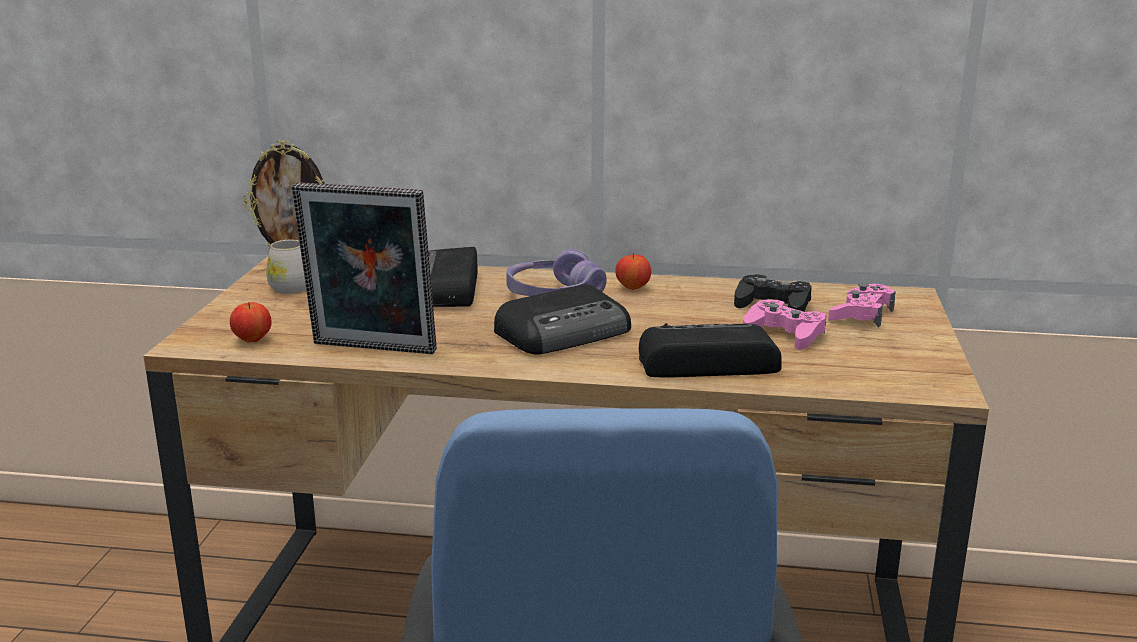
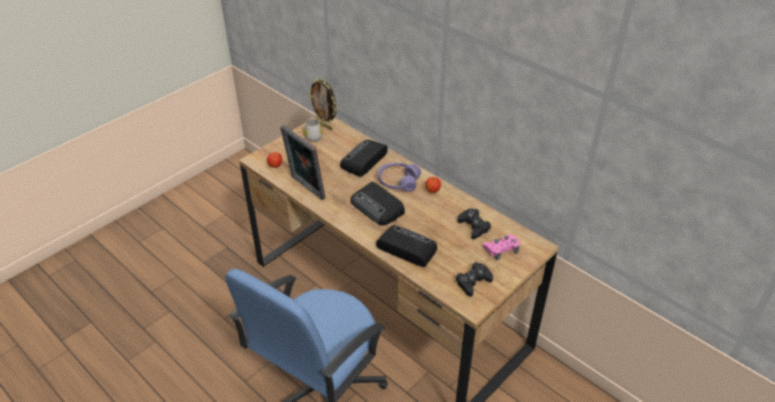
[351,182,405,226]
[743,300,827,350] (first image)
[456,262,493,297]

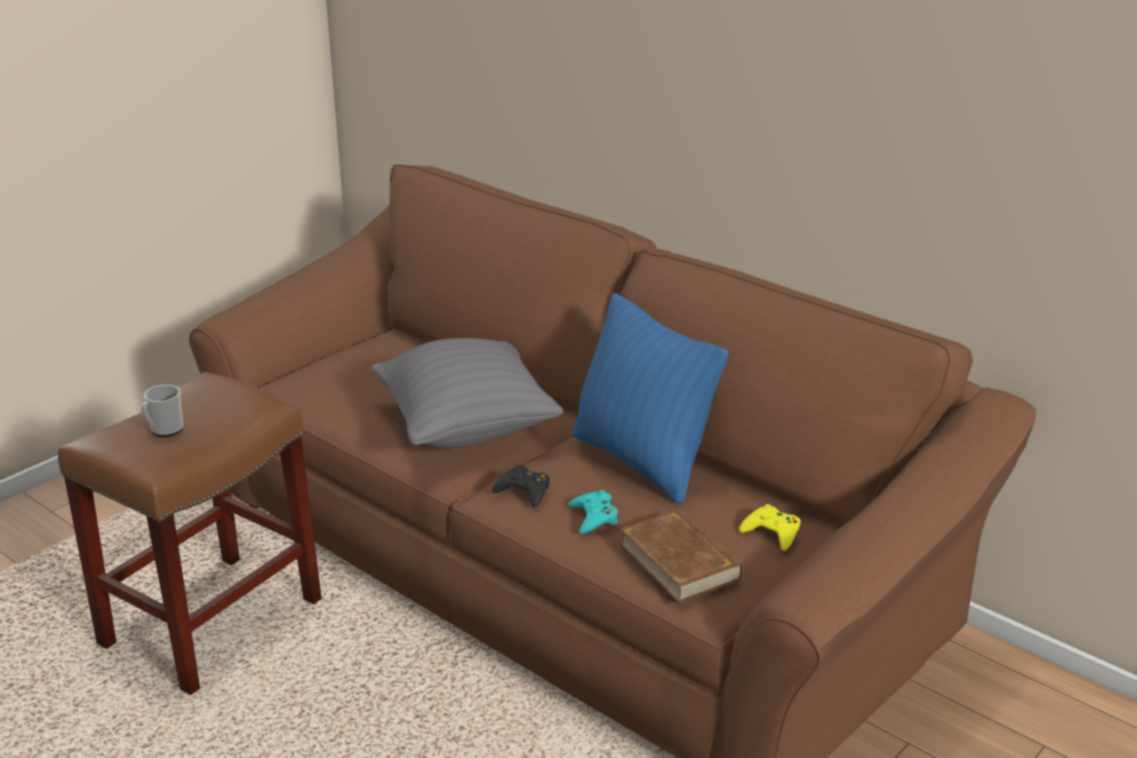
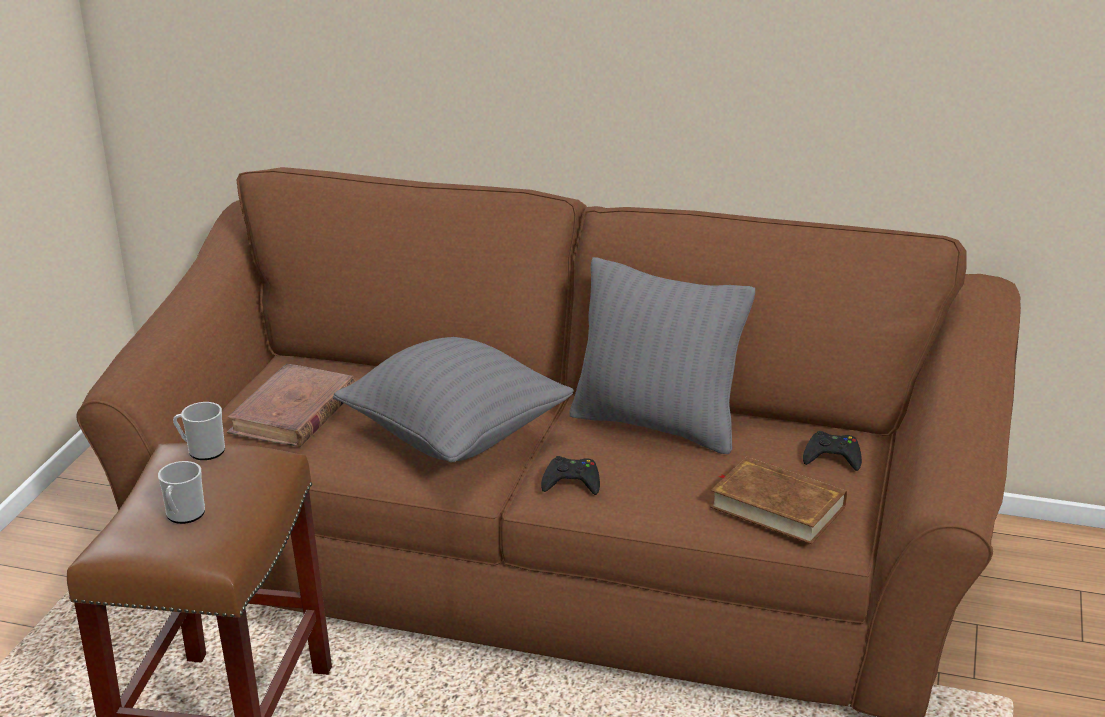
[568,490,618,534] (first image)
[569,257,755,454]
[803,431,862,471]
[173,402,225,460]
[227,363,356,447]

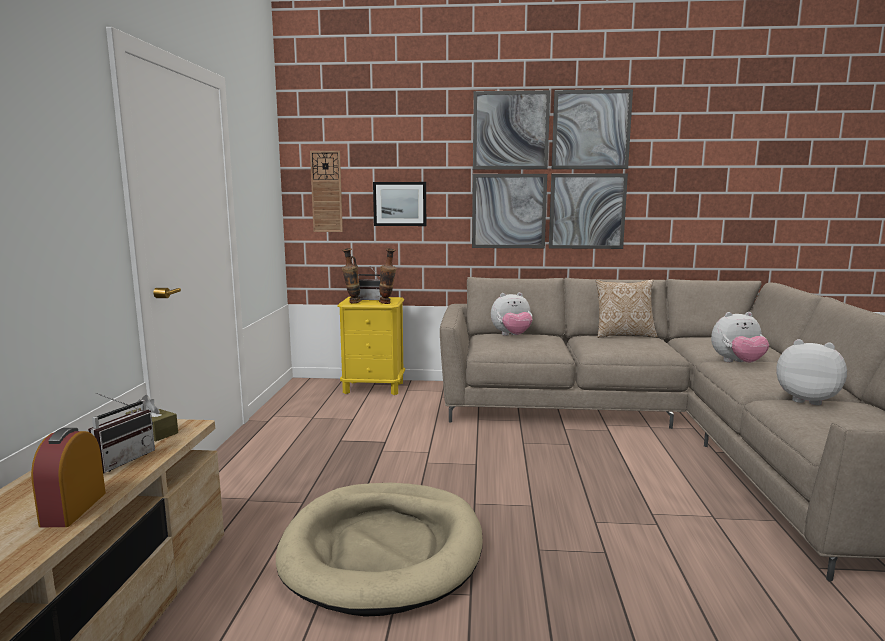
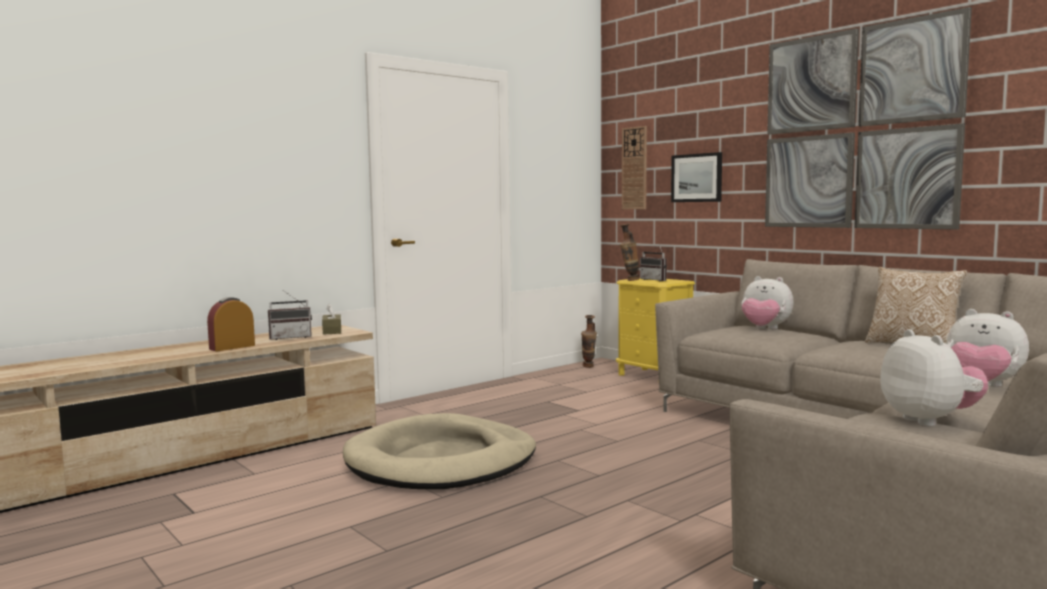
[581,315,597,368]

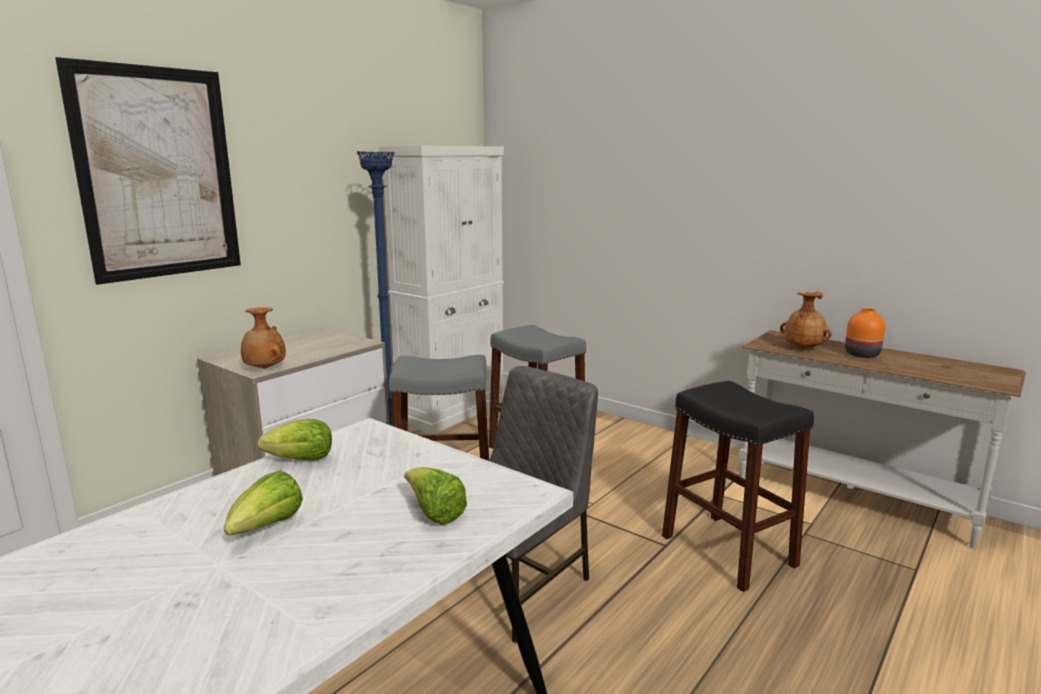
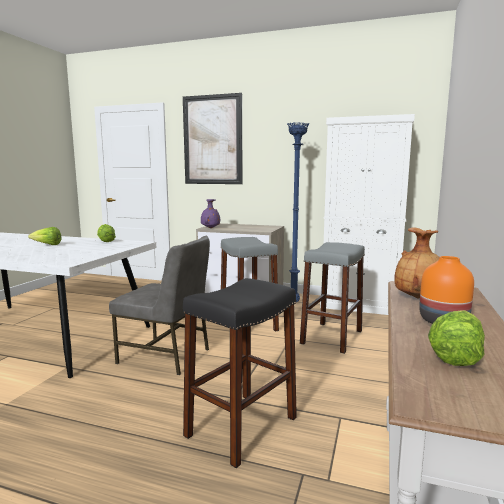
[201,199,220,228]
[428,310,485,366]

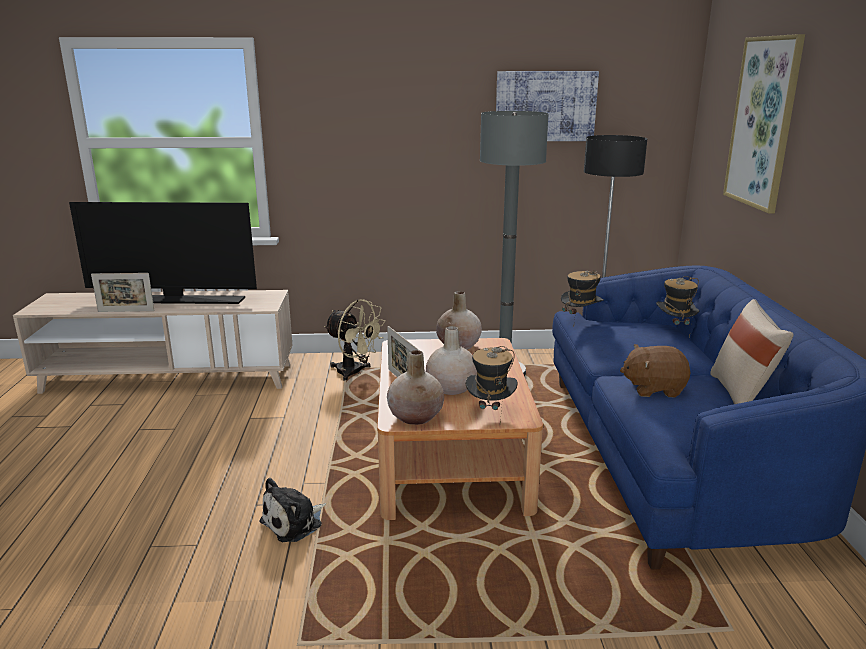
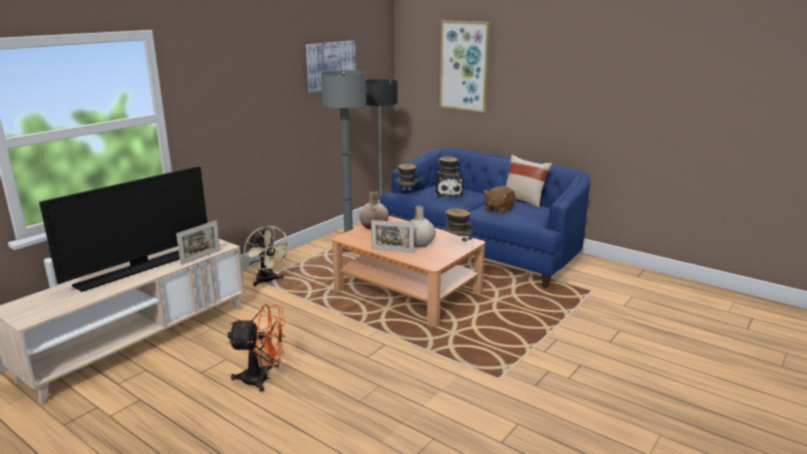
[176,220,220,265]
[435,175,464,198]
[244,226,291,286]
[387,350,444,425] (first image)
[227,304,285,392]

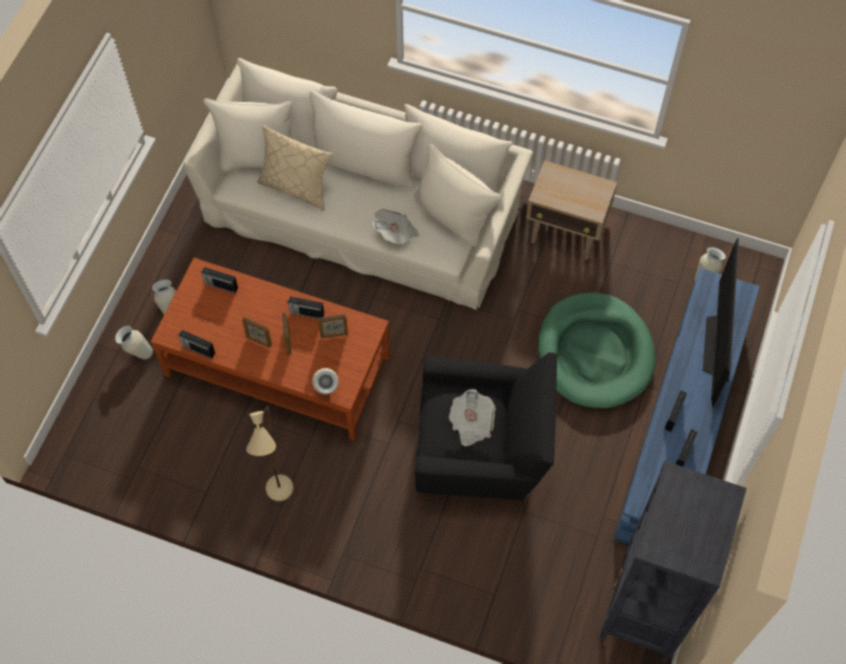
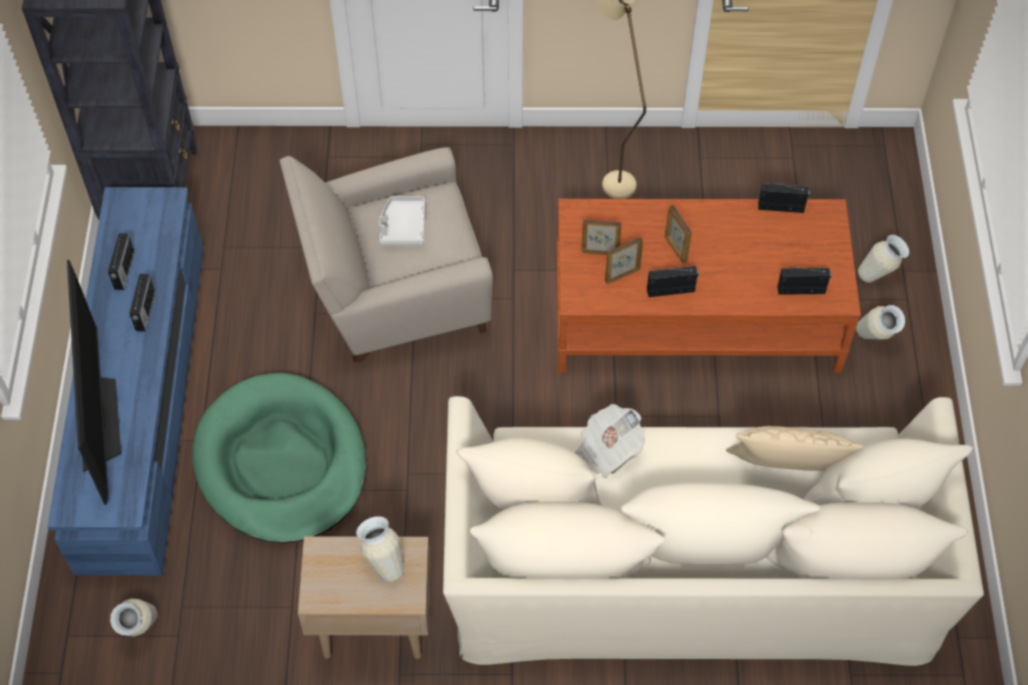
[582,220,622,255]
[356,516,404,582]
[279,147,493,363]
[379,196,425,246]

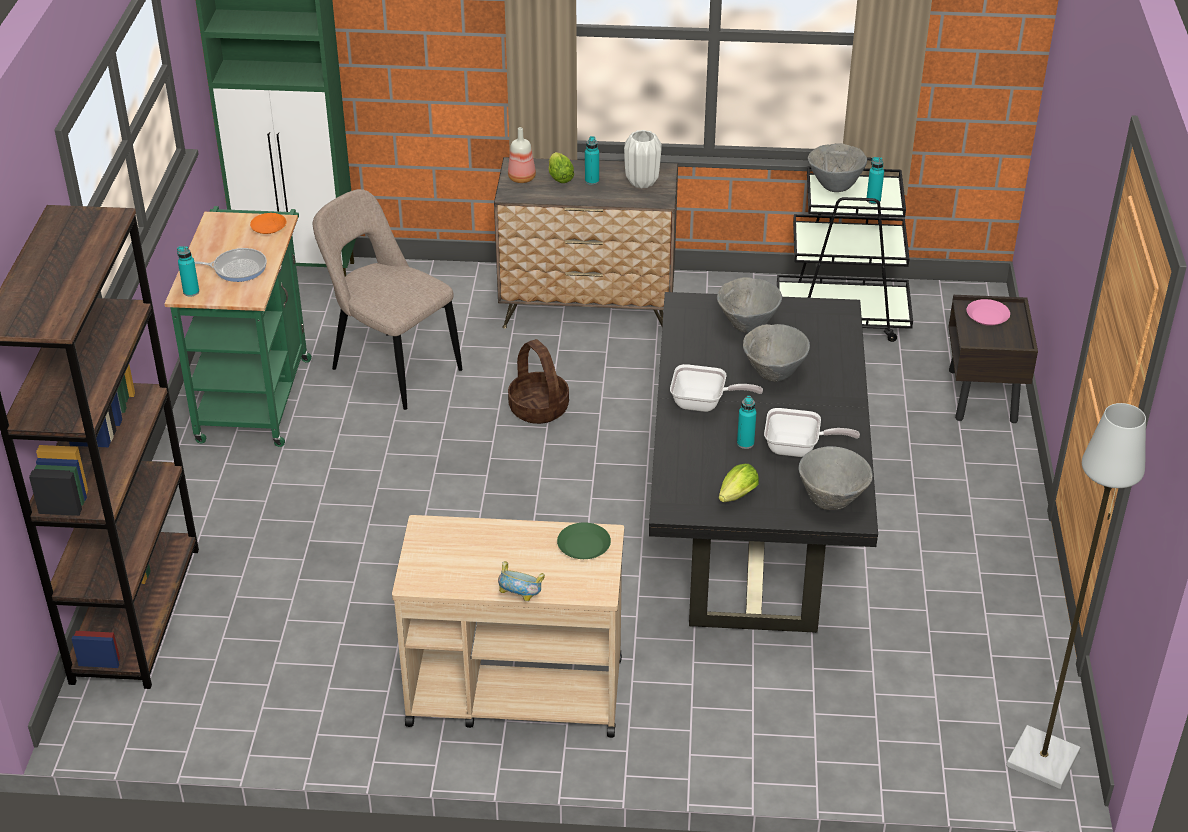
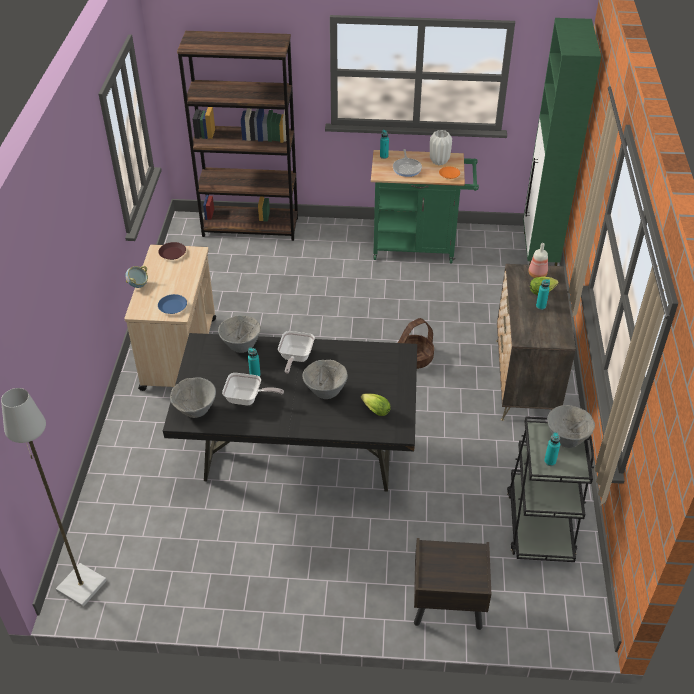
[313,189,462,410] (first image)
[158,294,187,314]
[430,130,452,165]
[218,315,261,353]
[361,394,391,416]
[222,373,284,405]
[967,299,1010,326] (first image)
[158,242,186,260]

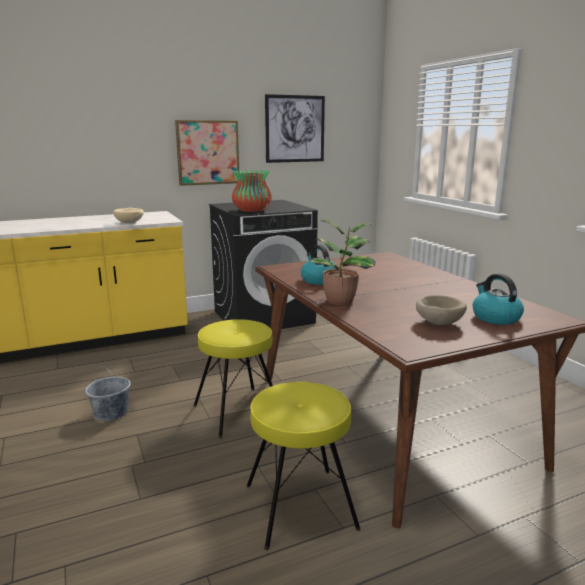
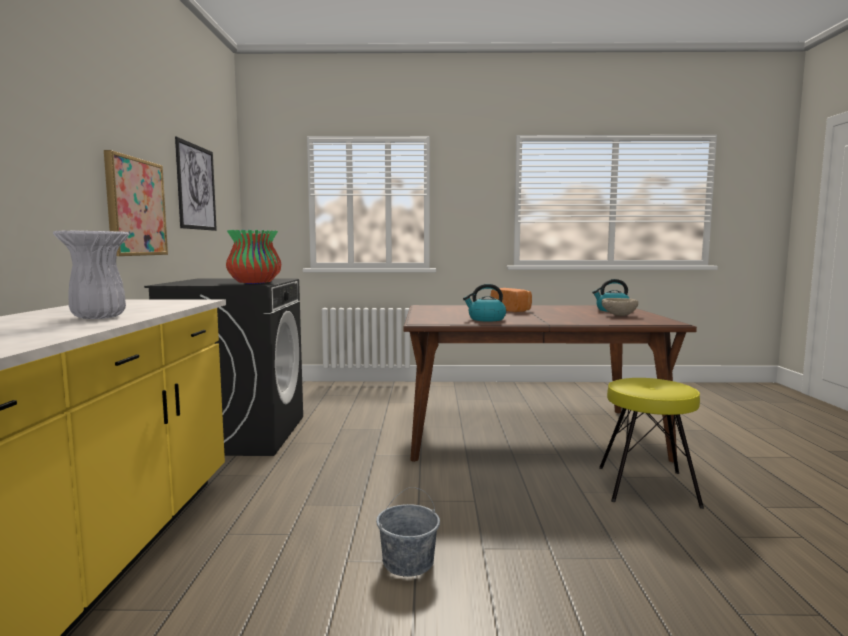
[113,207,144,223] (first image)
[194,319,273,439] (first image)
[310,219,376,305] (first image)
[53,230,129,319]
[490,288,532,312]

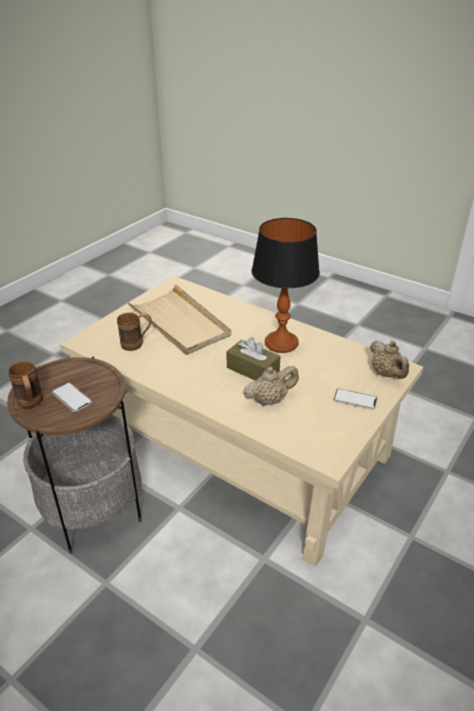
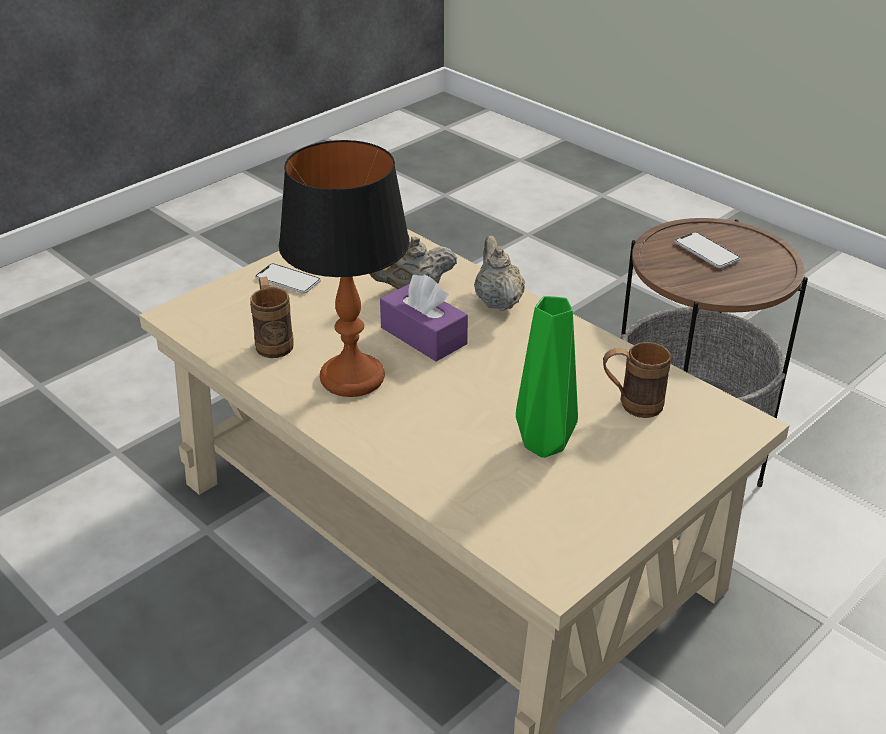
[250,277,294,358]
[516,296,578,458]
[380,274,468,362]
[474,235,525,311]

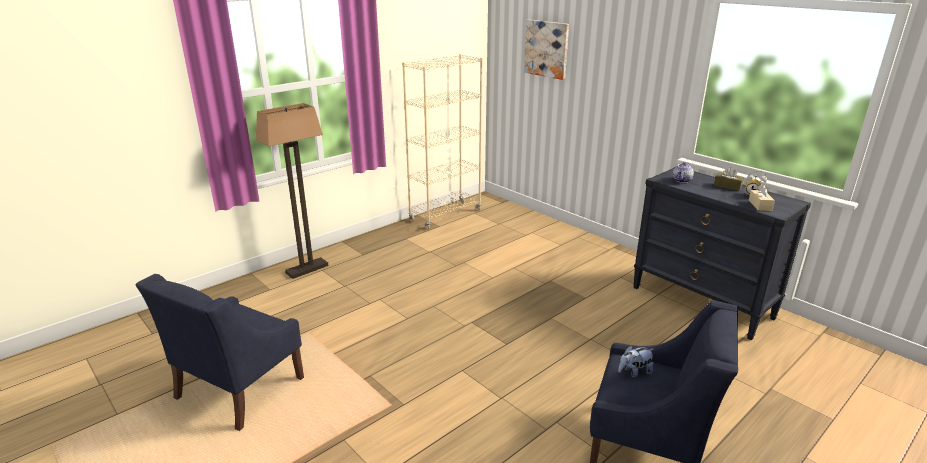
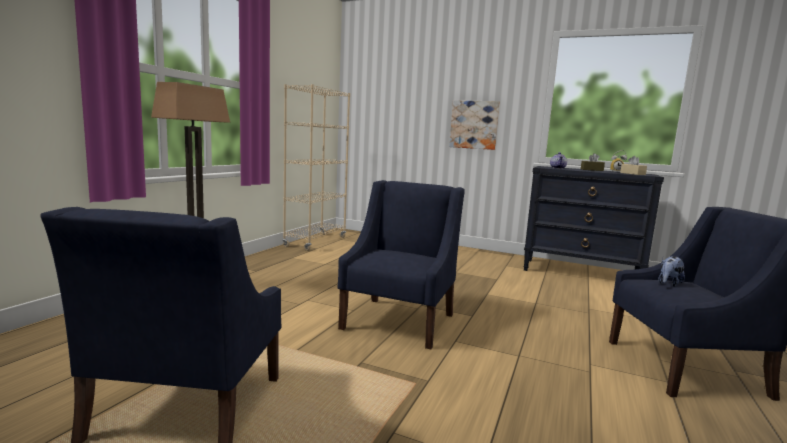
[449,100,500,150]
[337,180,465,349]

